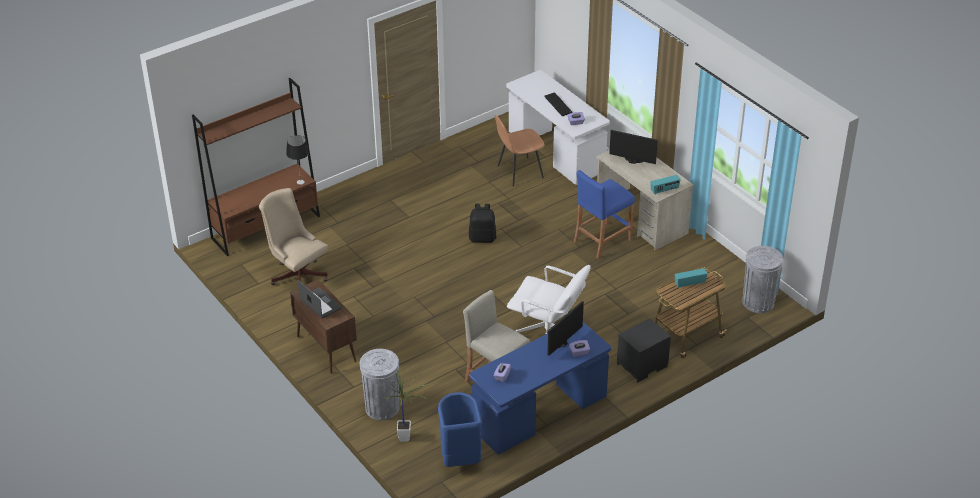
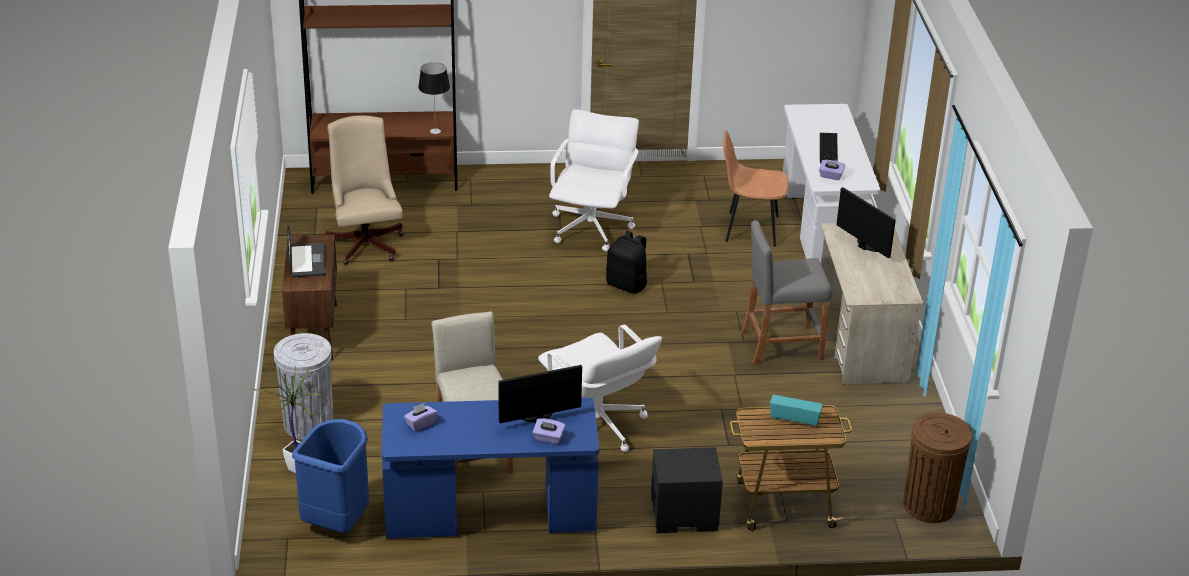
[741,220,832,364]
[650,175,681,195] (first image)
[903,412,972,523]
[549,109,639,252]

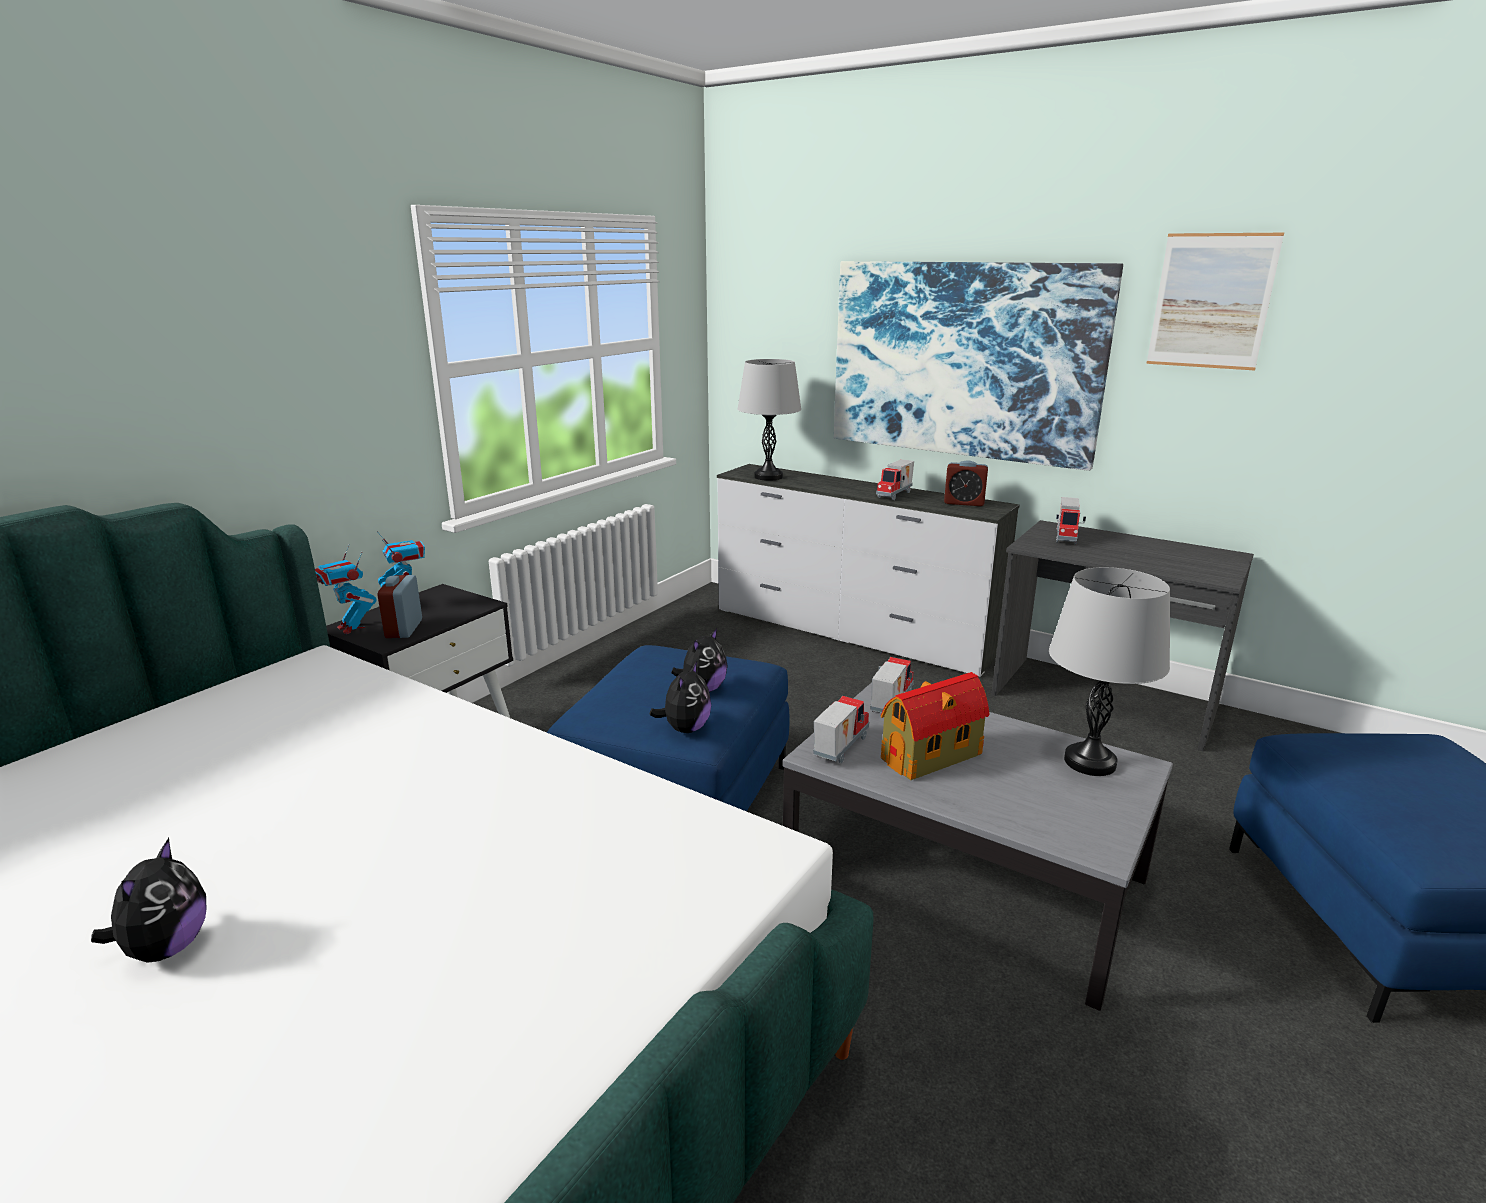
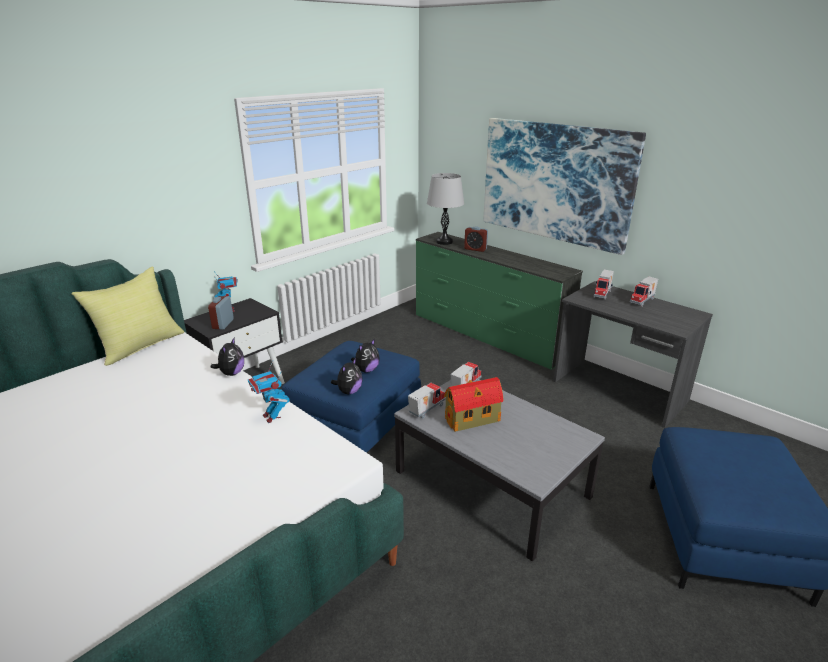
[211,338,244,376]
[248,361,290,423]
[416,232,583,370]
[630,277,658,307]
[464,227,488,252]
[1049,567,1170,776] (first image)
[1146,233,1284,370] (first image)
[71,266,184,366]

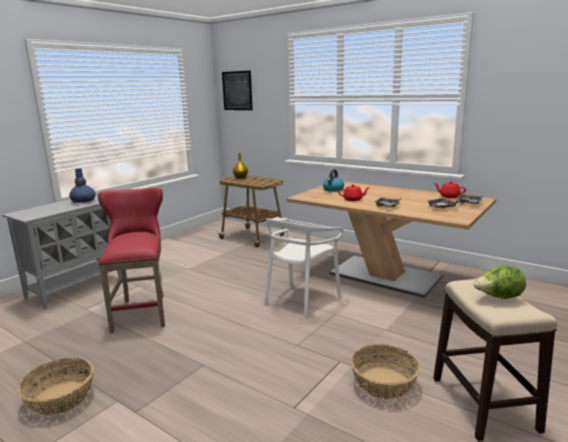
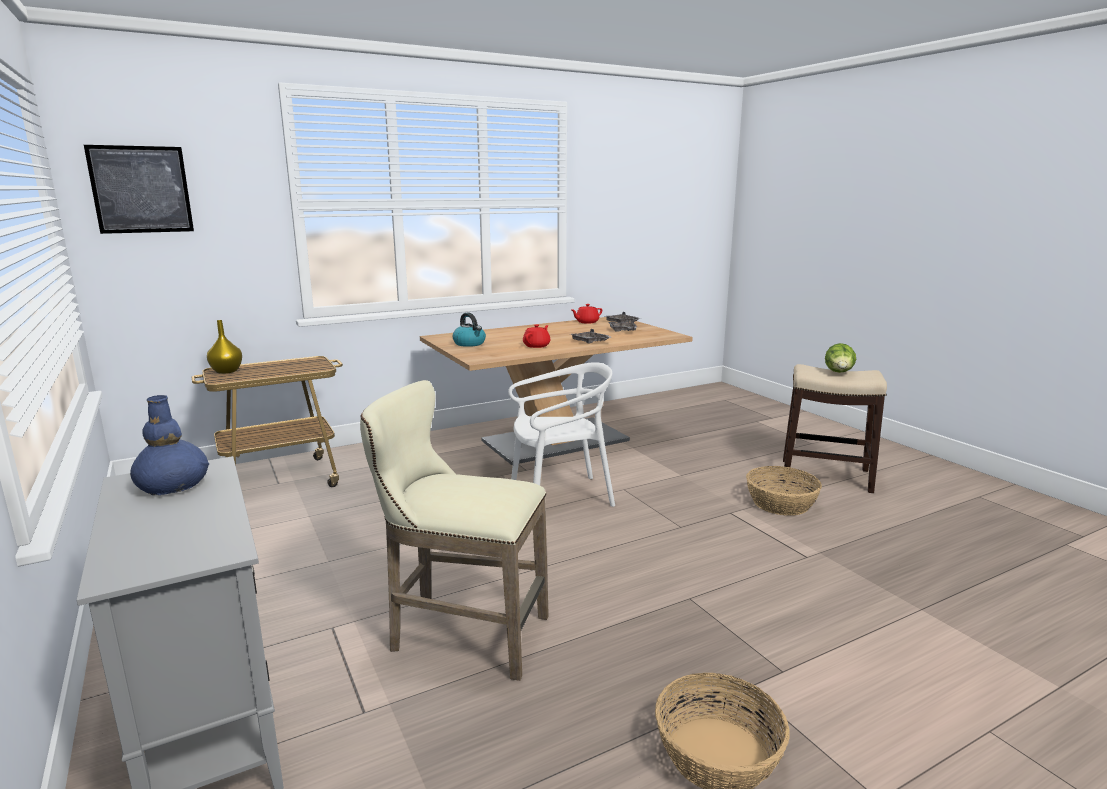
[360,380,549,681]
[508,362,615,507]

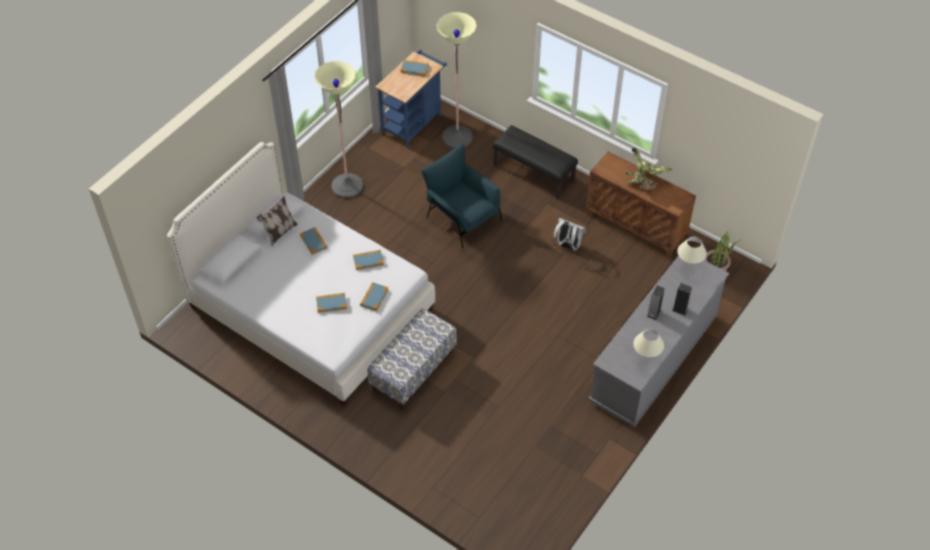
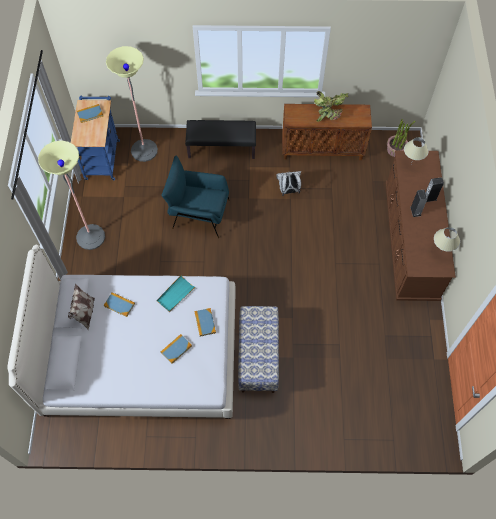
[157,275,195,312]
[385,150,456,301]

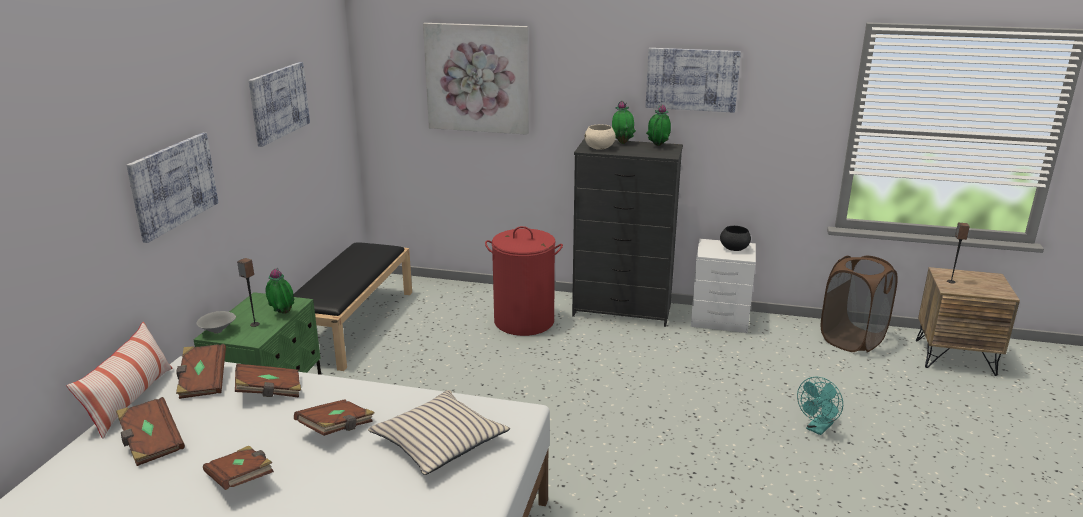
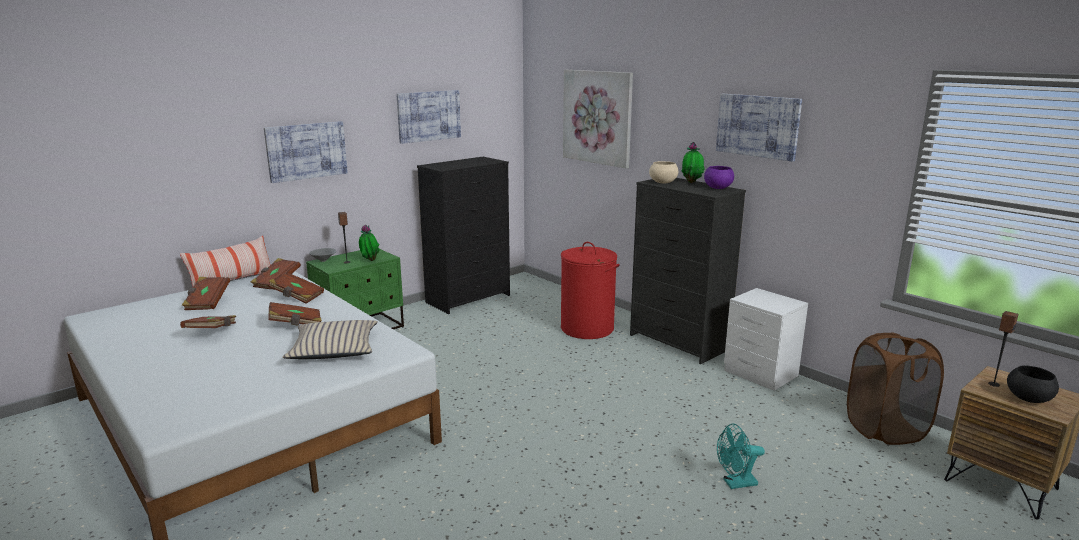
[417,157,510,314]
[704,166,734,189]
[1007,365,1059,403]

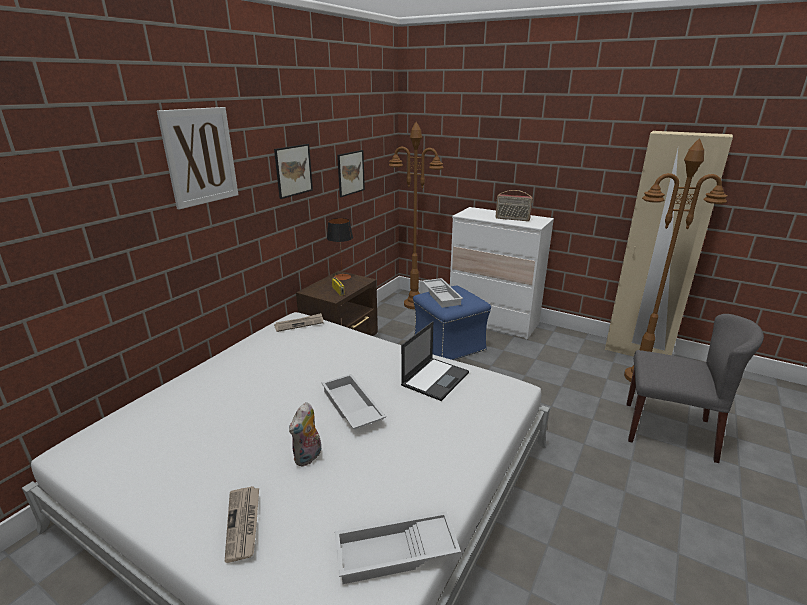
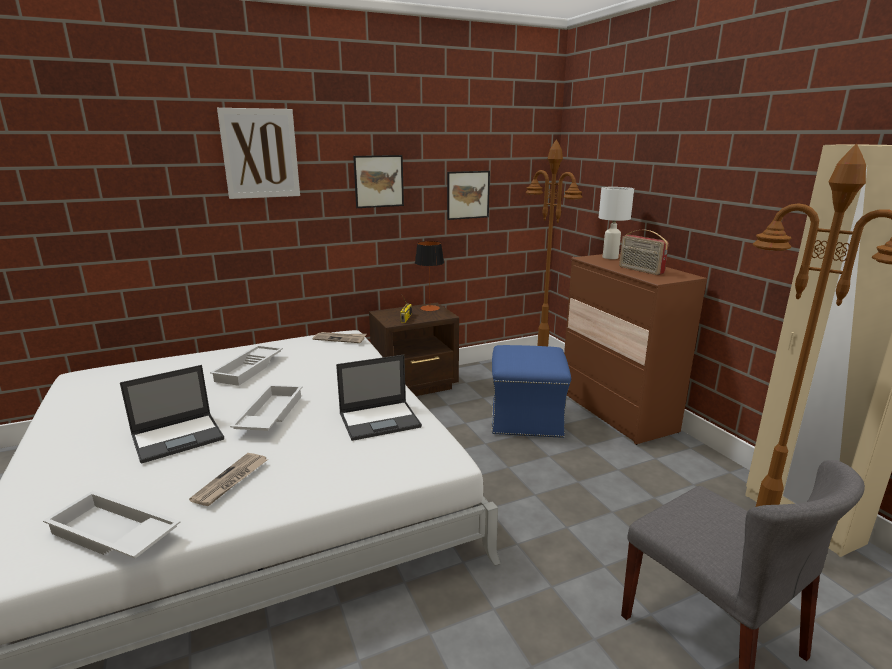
[189,453,267,506]
[120,365,224,464]
[210,345,283,386]
[564,254,707,445]
[599,187,634,259]

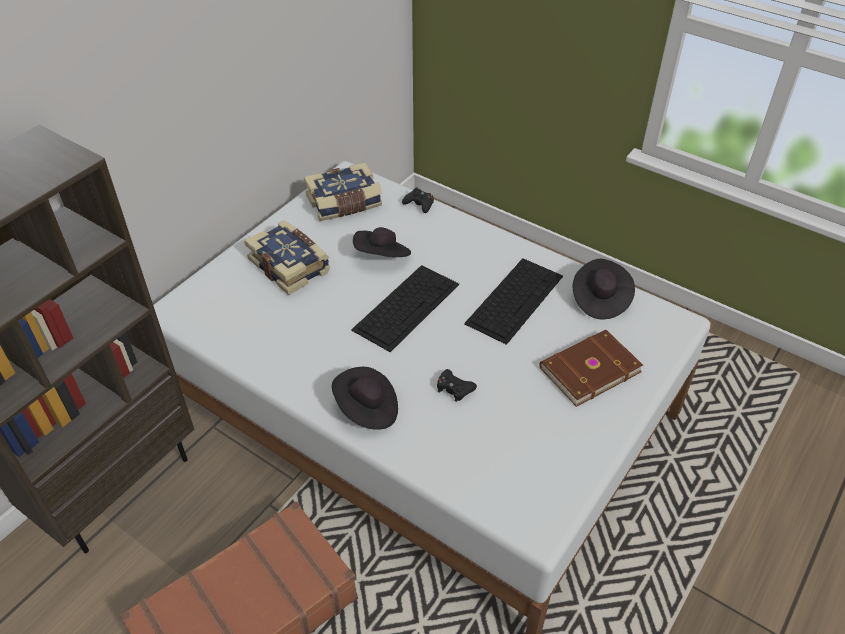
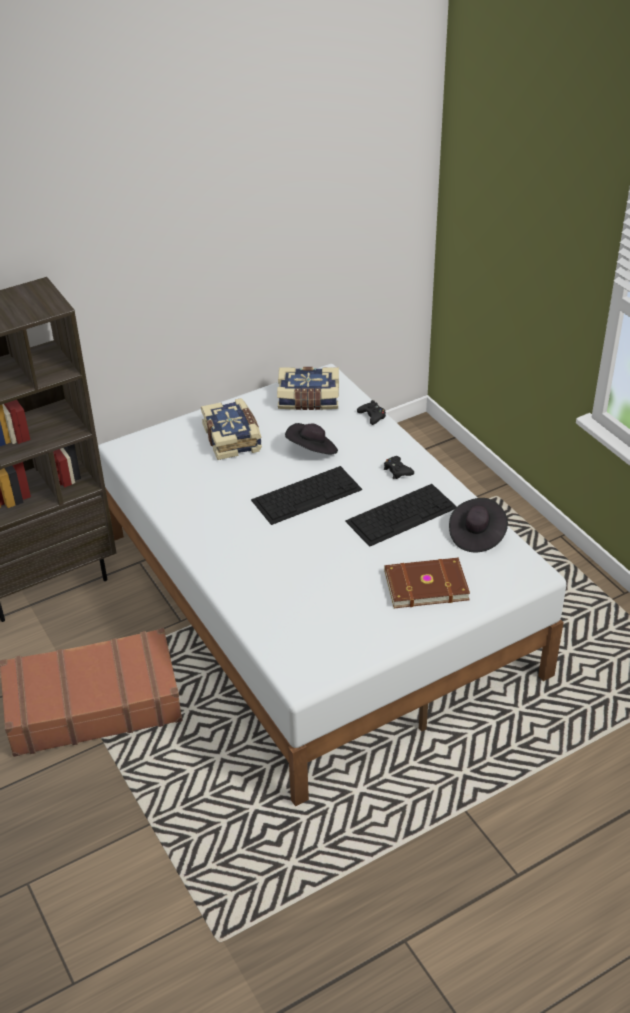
[332,367,398,430] (first image)
[384,456,414,479]

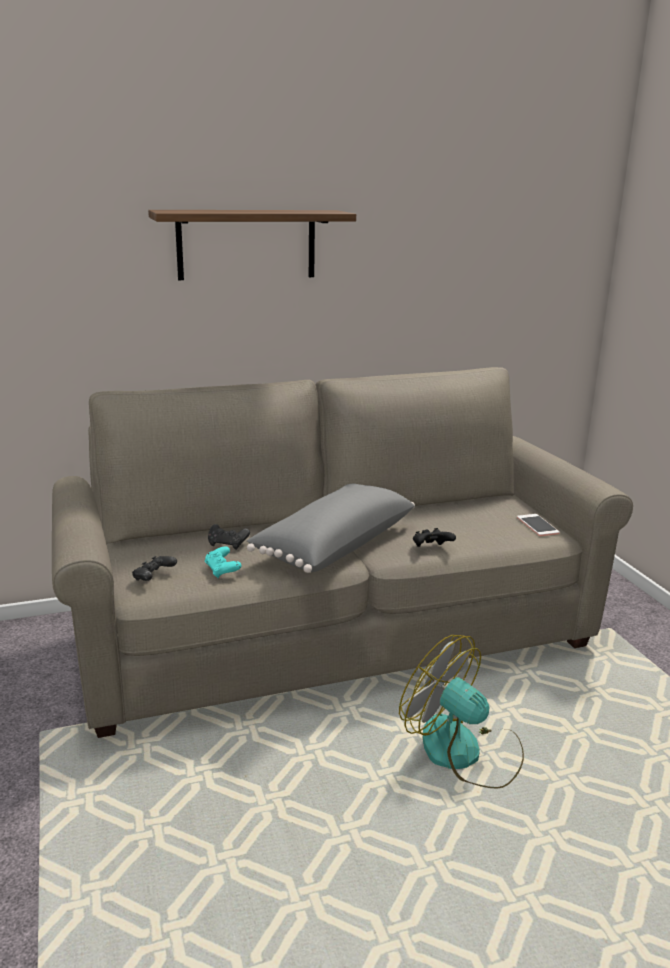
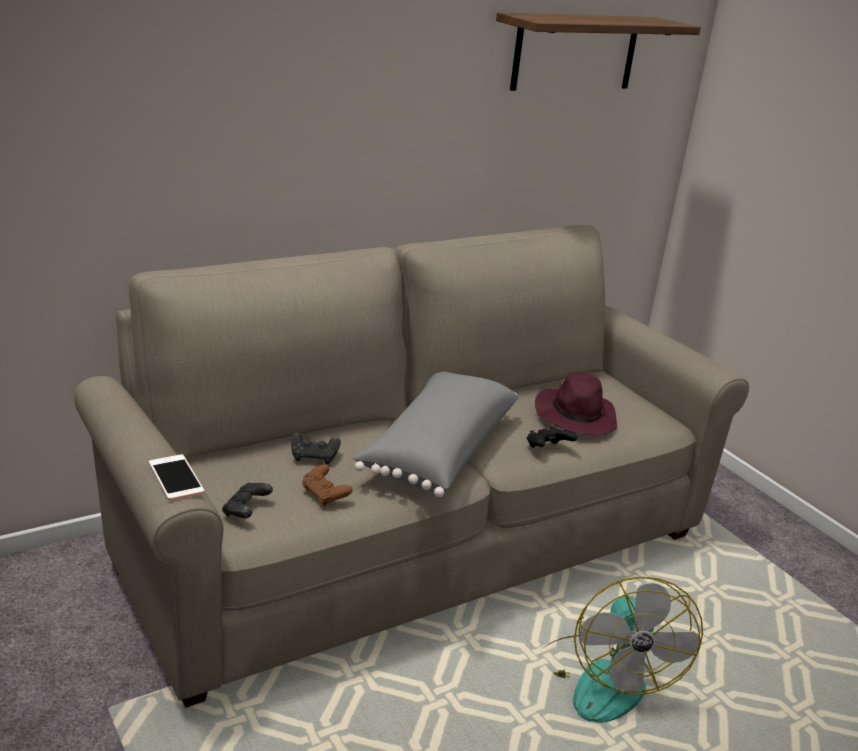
[496,12,701,91]
[302,464,353,507]
[541,577,703,723]
[149,454,204,501]
[535,372,617,436]

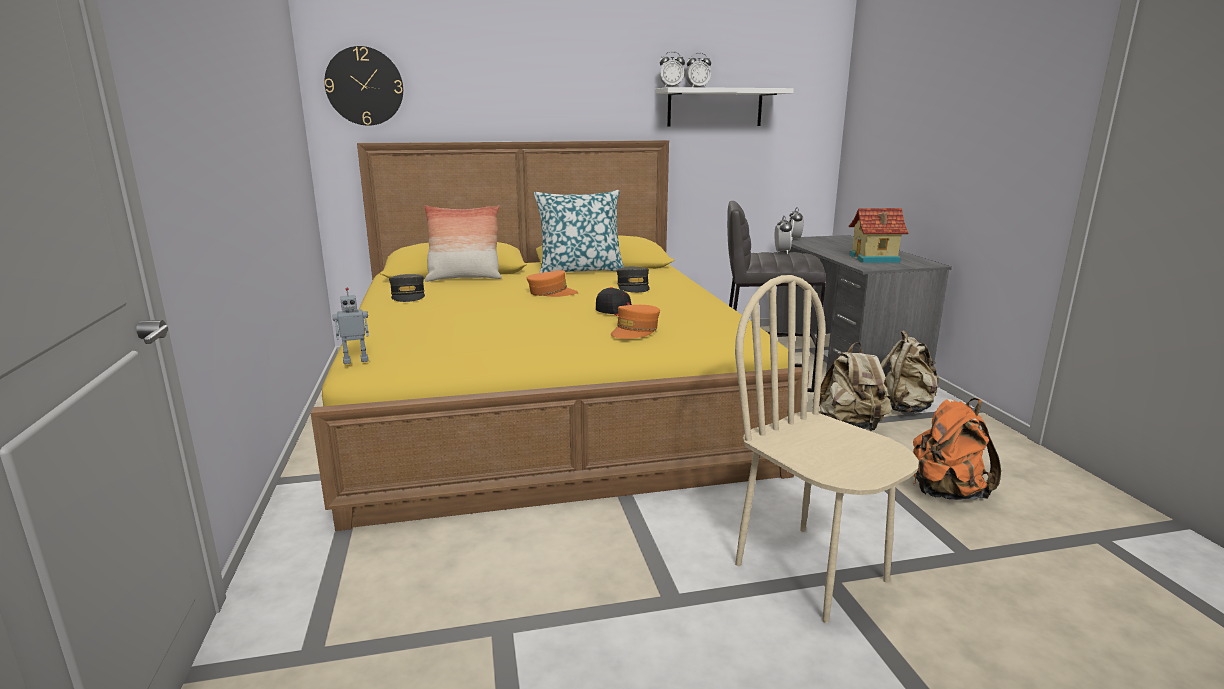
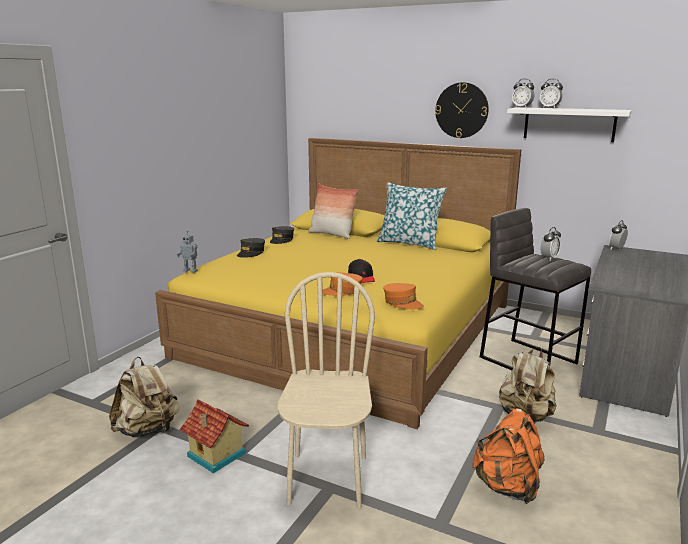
[435,82,489,138]
[383,283,424,309]
[237,238,265,258]
[179,399,249,473]
[109,357,179,437]

